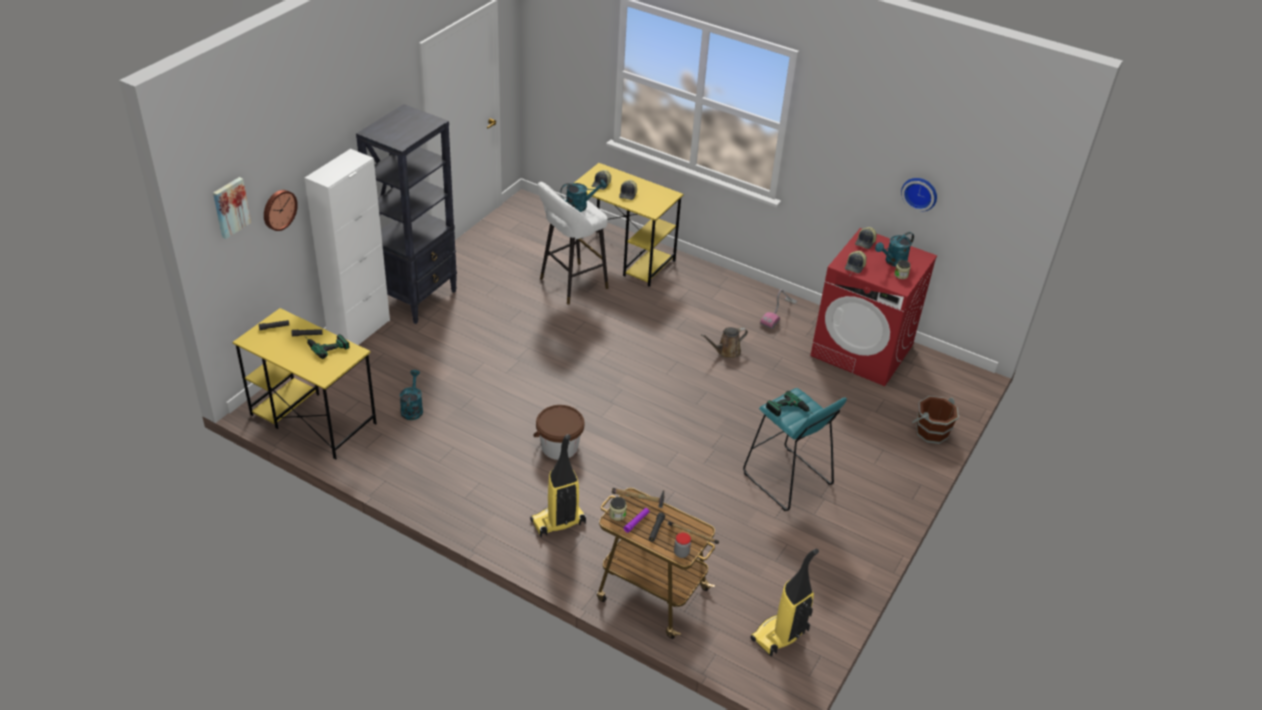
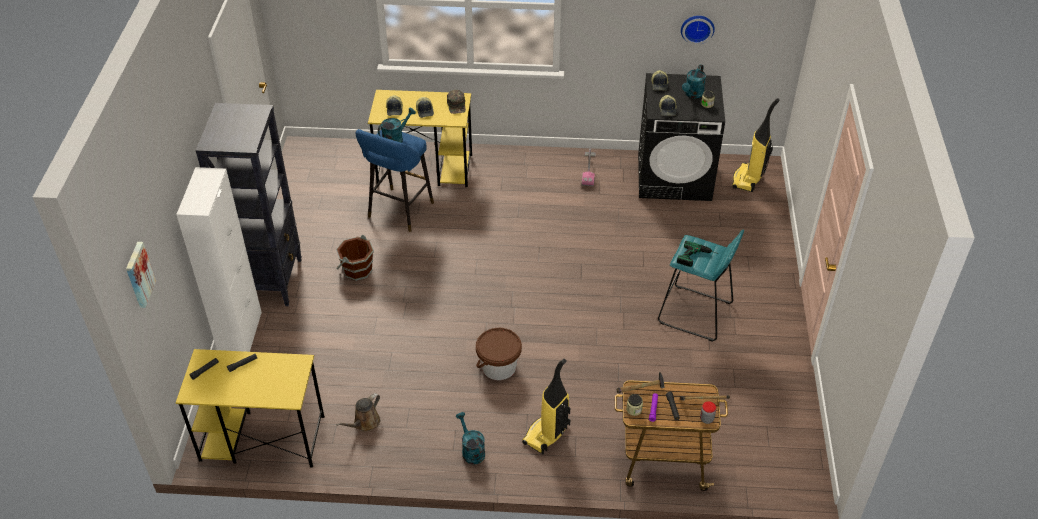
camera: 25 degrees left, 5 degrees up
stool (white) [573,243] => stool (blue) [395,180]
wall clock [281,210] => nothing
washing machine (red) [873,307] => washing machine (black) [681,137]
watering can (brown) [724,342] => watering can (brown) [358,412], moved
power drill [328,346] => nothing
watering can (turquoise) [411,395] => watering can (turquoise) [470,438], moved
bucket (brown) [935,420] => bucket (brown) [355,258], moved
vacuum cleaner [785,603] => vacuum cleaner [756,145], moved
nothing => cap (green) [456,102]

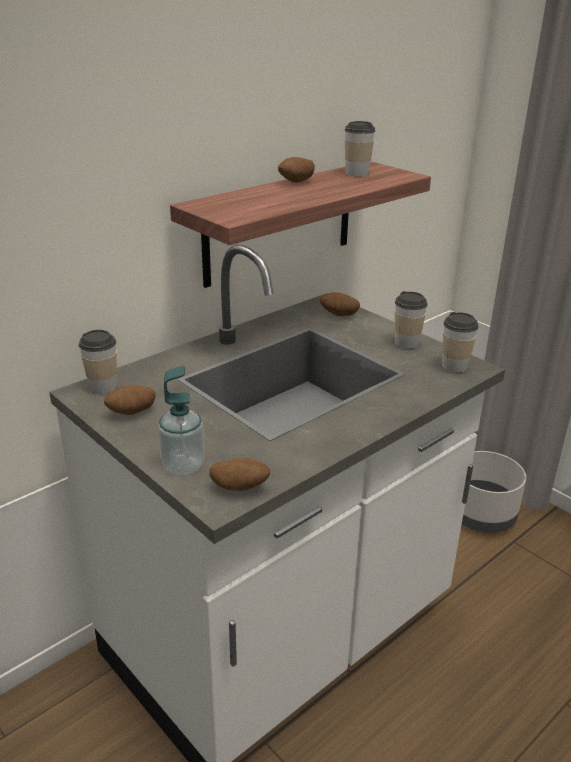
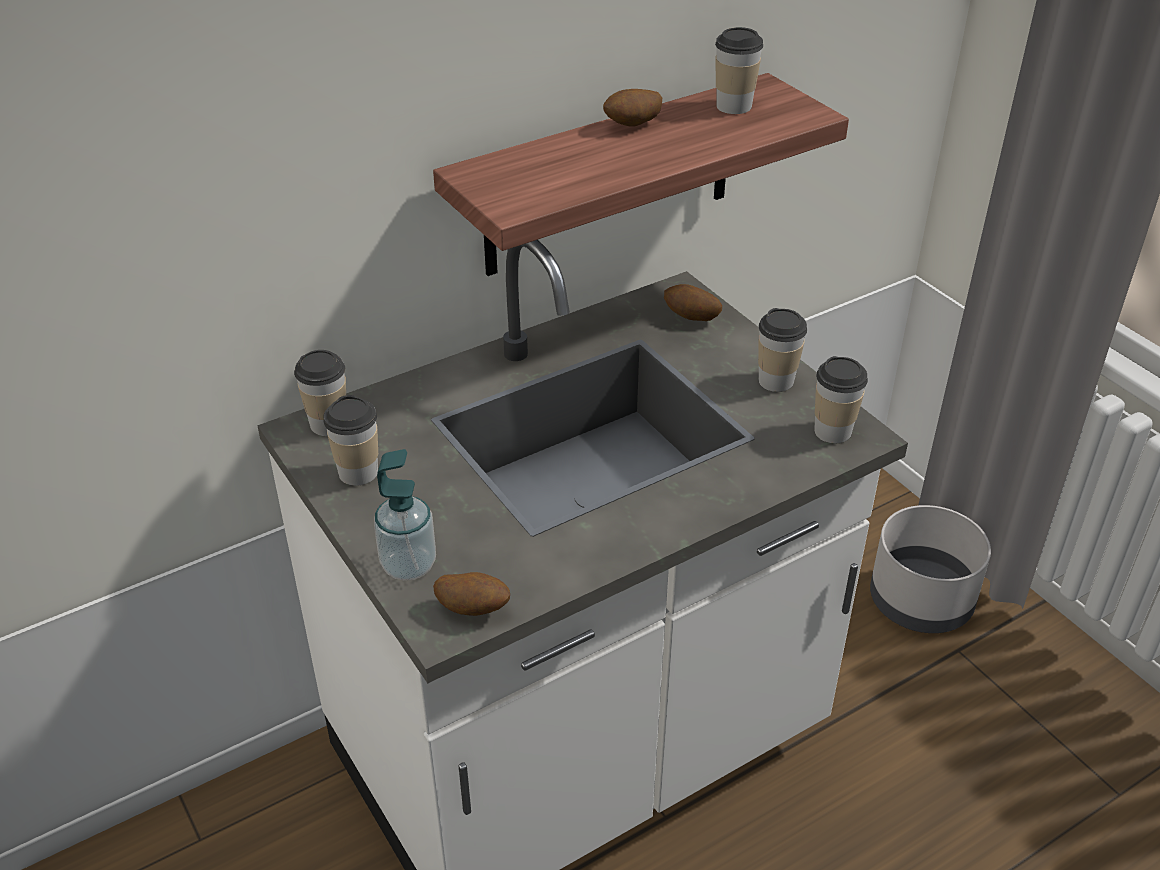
camera: 10 degrees right, 10 degrees up
potato [130,400] => cup [350,440]

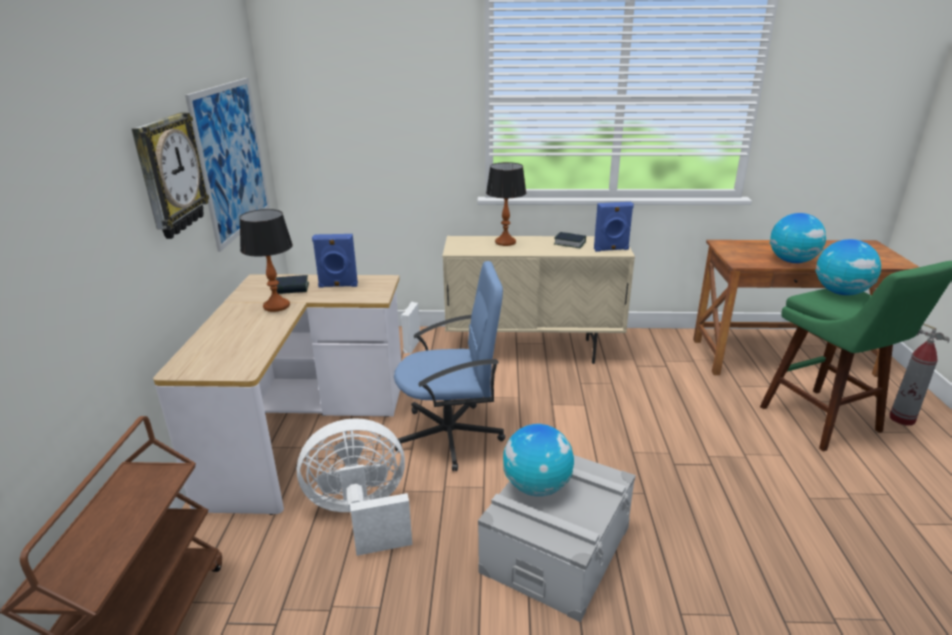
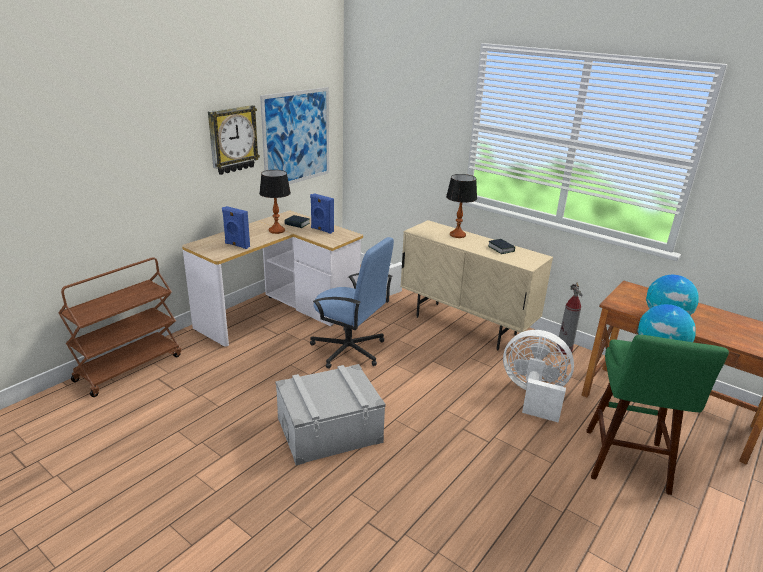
camera: 35 degrees right, 0 degrees up
speaker (blue) [614,227] => speaker (blue) [236,227], moved
fire extinguisher [920,374] => fire extinguisher [569,318], moved
fan (white) [354,487] => fan (white) [538,376], moved
globe [538,460] => nothing

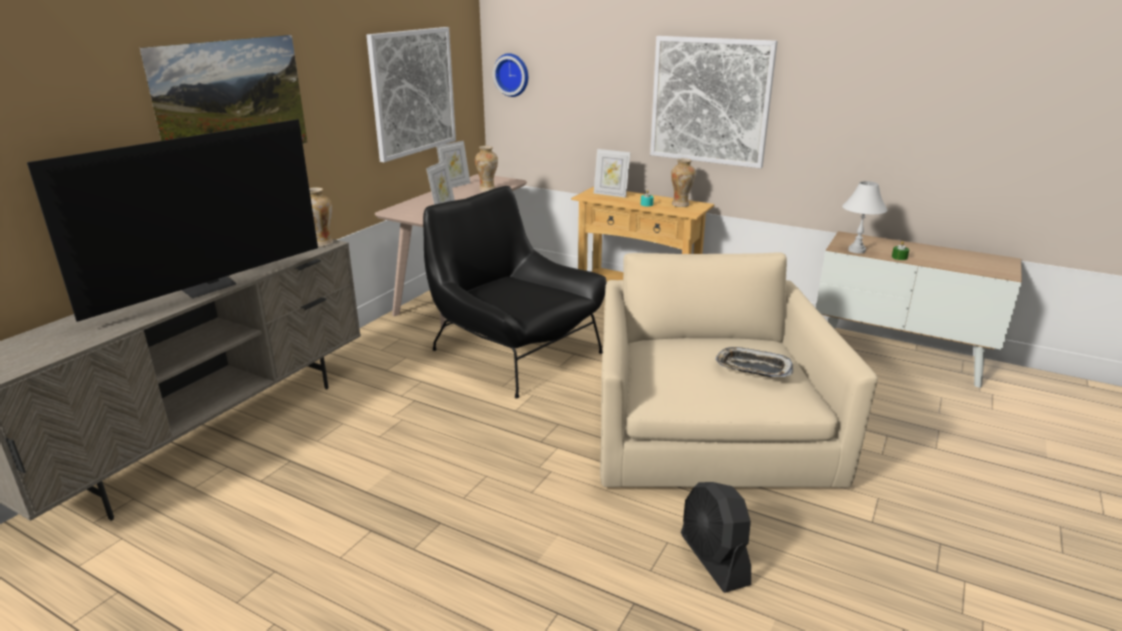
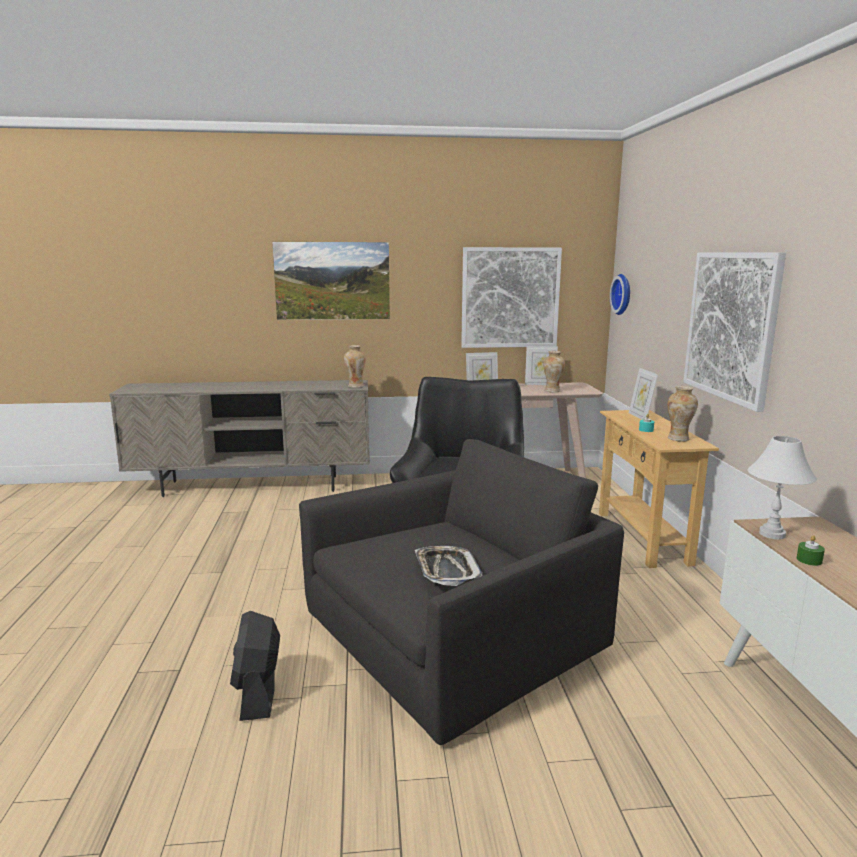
camera: 55 degrees right, 10 degrees down
television [172,220] => nothing
armchair (beige) [739,370] => armchair (black) [461,592]
fan (black) [716,537] => fan (black) [255,666], 45 degrees counterclockwise

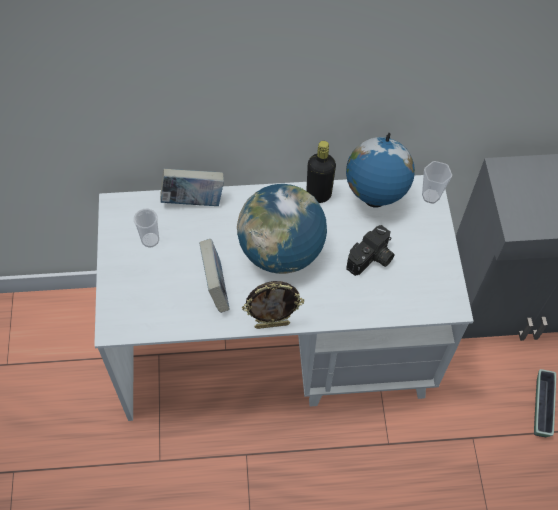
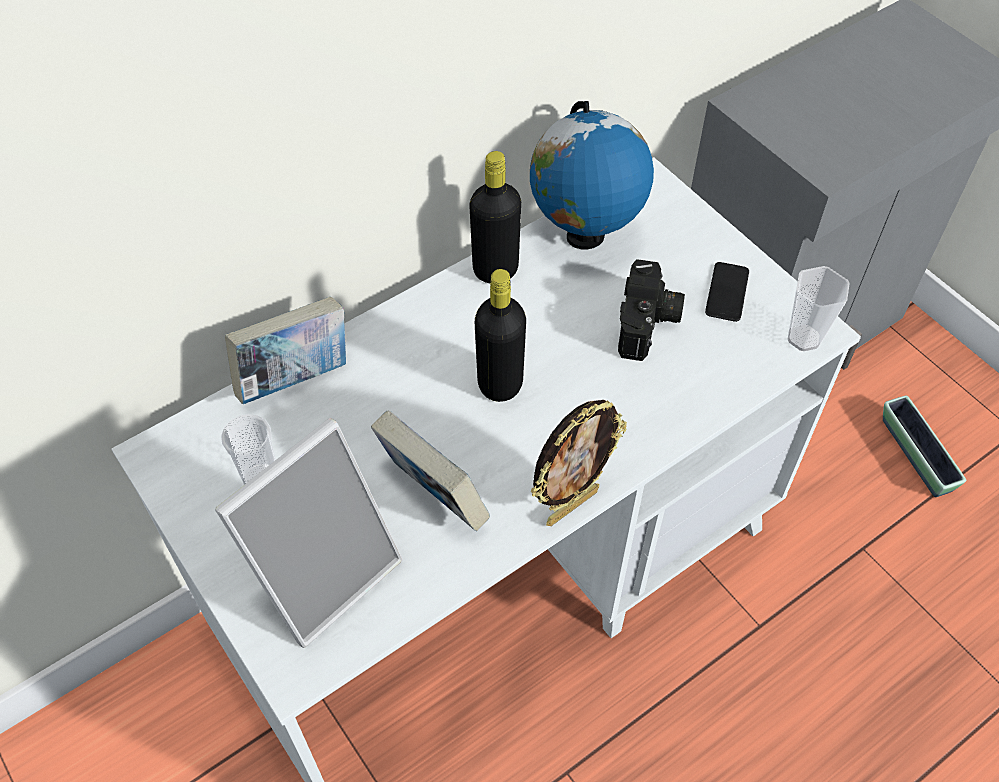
camera: 30 degrees left, 5 degrees down
cup [437,182] => cup [818,308], moved
globe [282,229] => bottle (black) [500,335]
nothing => phone [727,292]
nothing => picture frame [309,533]

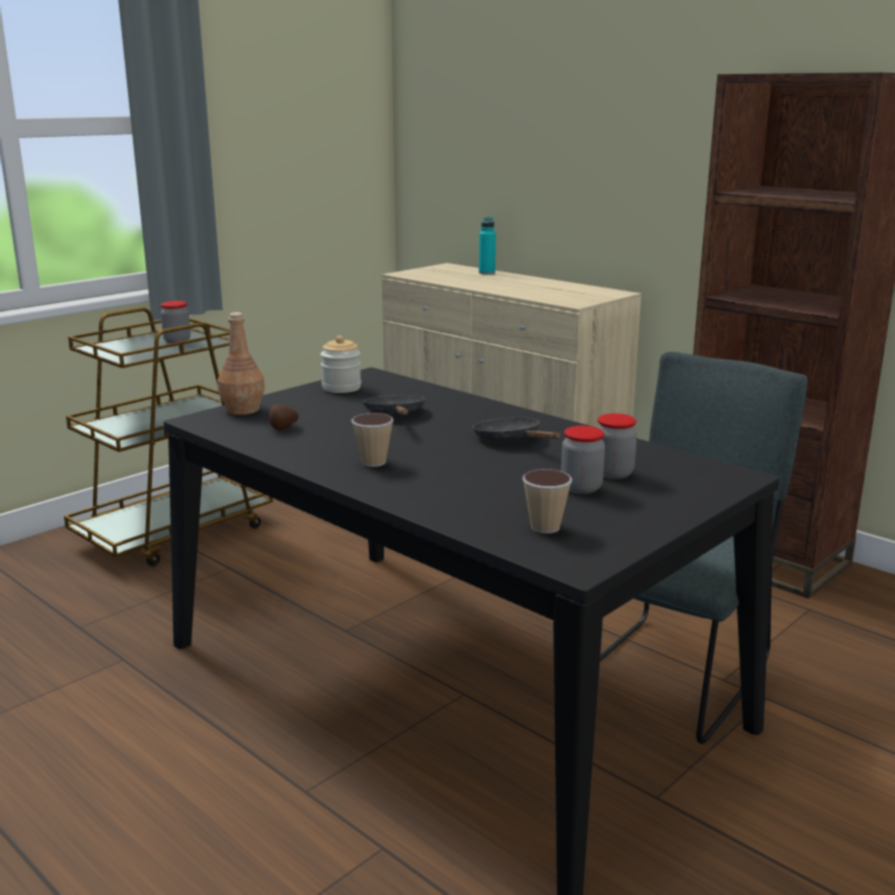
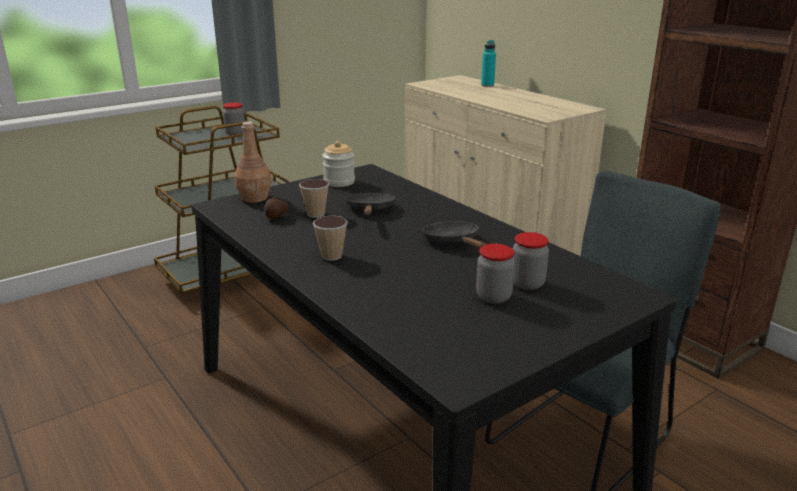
camera: 10 degrees right, 5 degrees up
cup [547,501] => cup [314,198], moved

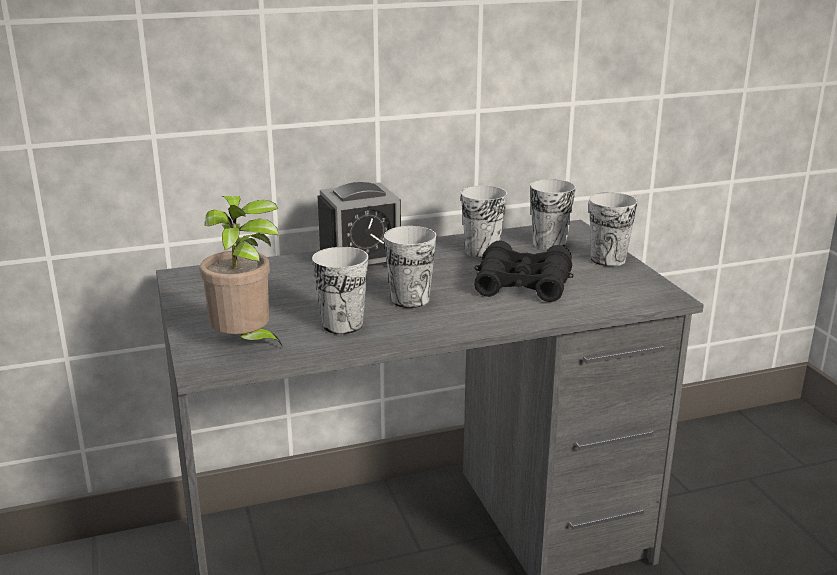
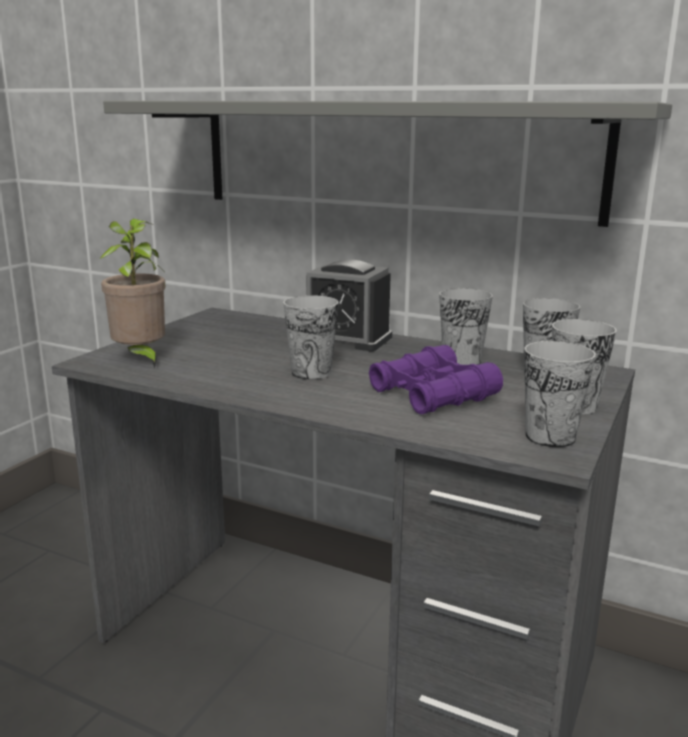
camera: 45 degrees right, 5 degrees down
binoculars (black) [523,271] => binoculars (purple) [436,379]
cup [340,291] => cup [560,394], moved
nothing => shelf (grey) [387,164]

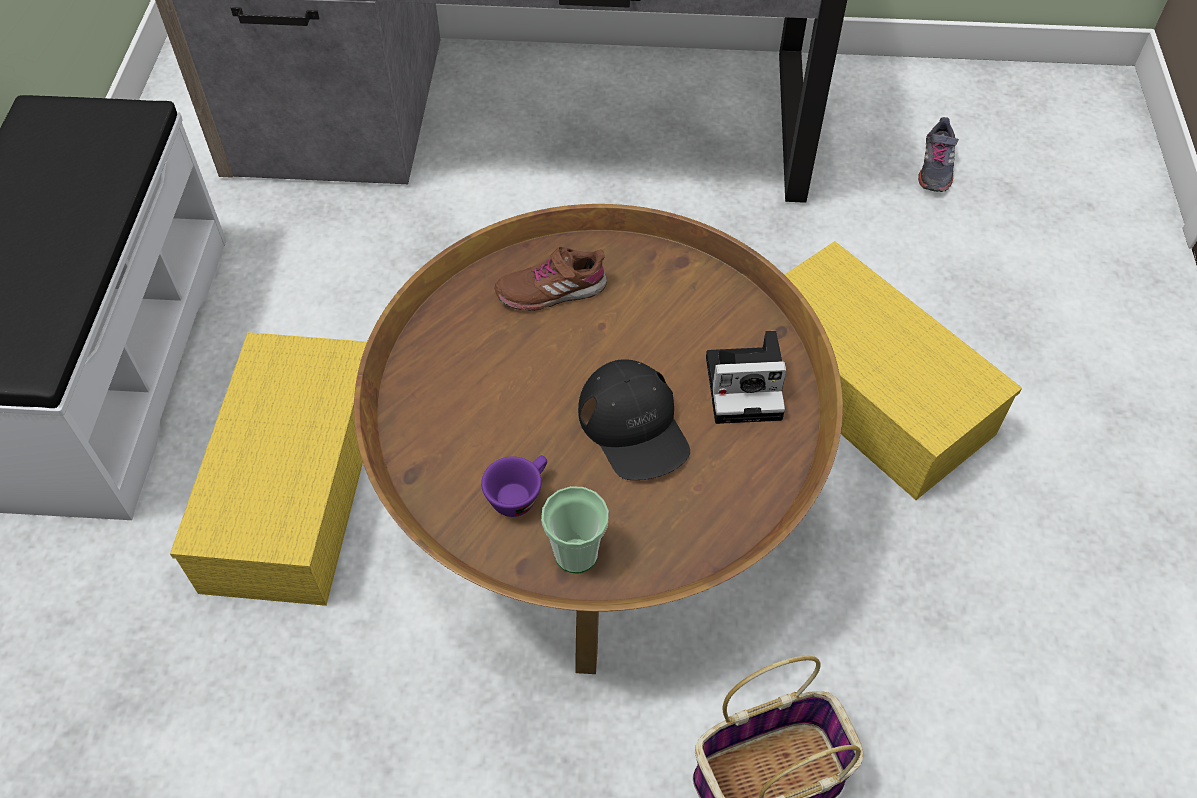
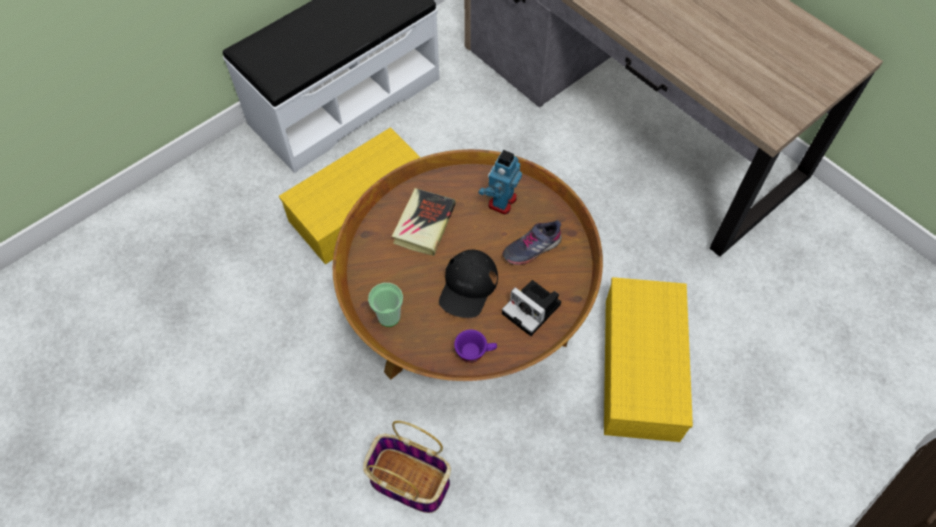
camera: 45 degrees right, 5 degrees up
shoe (grey) [938,154] => shoe (grey) [532,242], moved
shoe (brown) [551,279] => toy robot [500,182]
cup (purple) [514,486] => cup (purple) [475,345], moved
nothing => book [424,222]

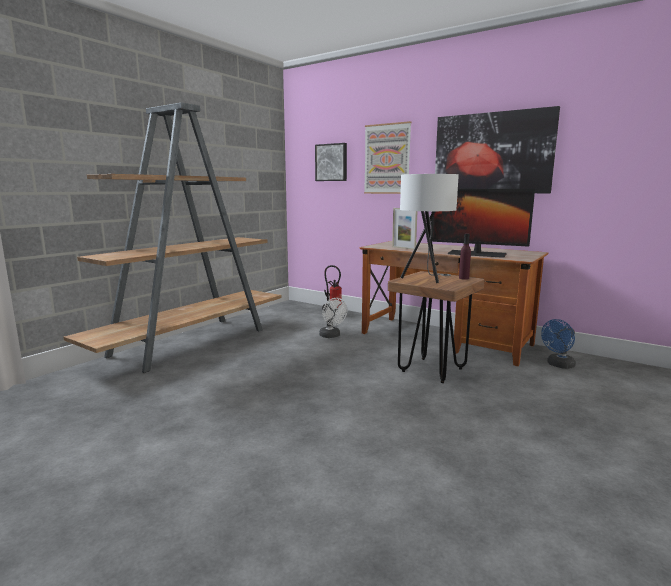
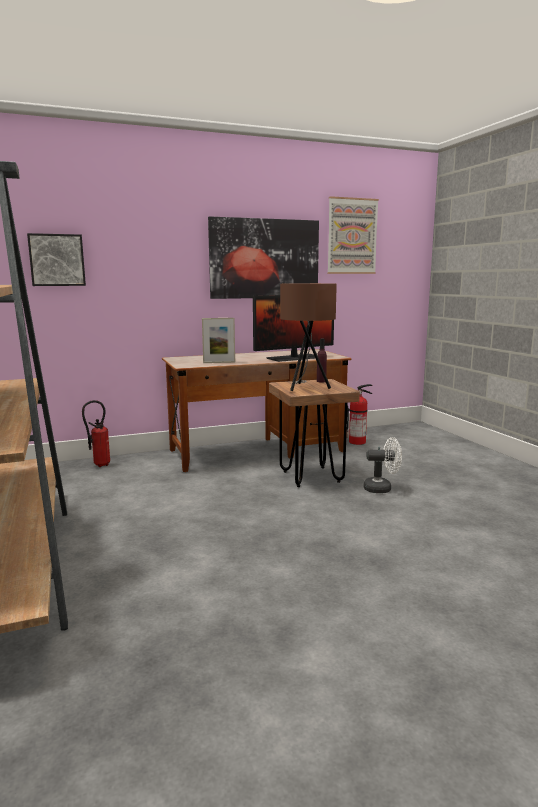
camera: 55 degrees left, 0 degrees up
picture [387,157] => picture [353,235], moved
table lamp (white) [429,228] => table lamp (brown) [308,337]
fan (white) [333,318] => fan (white) [382,465], moved
fan (blue) [558,344] => fire extinguisher [359,414]

